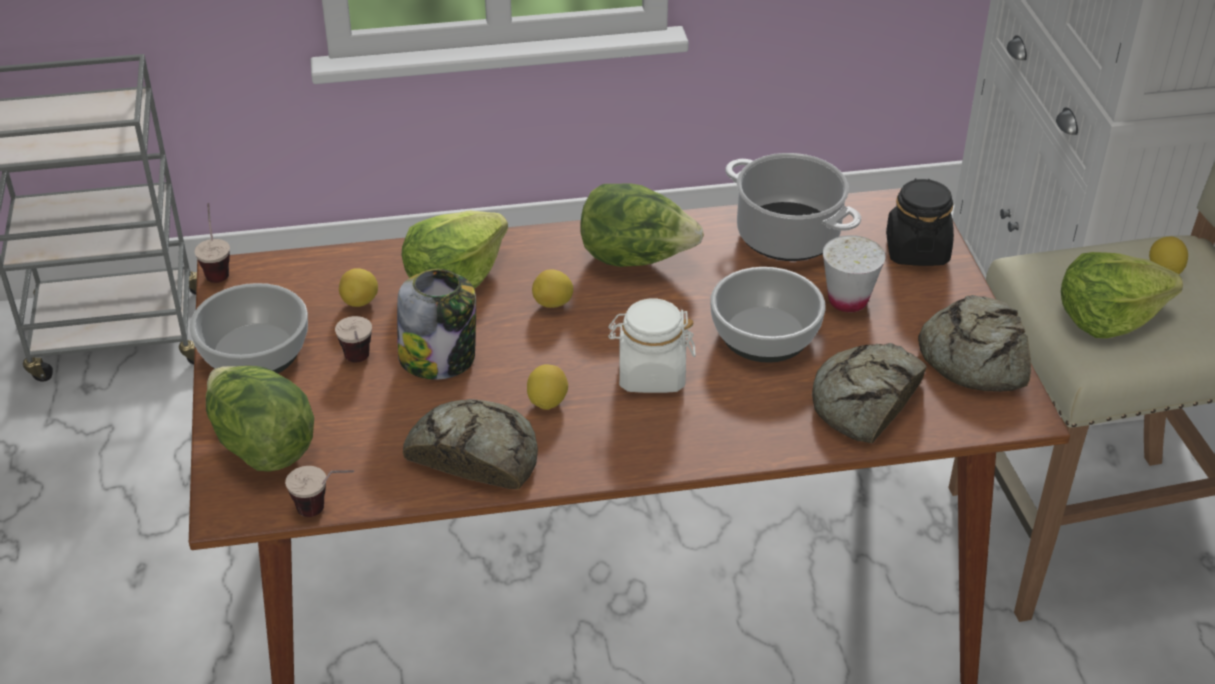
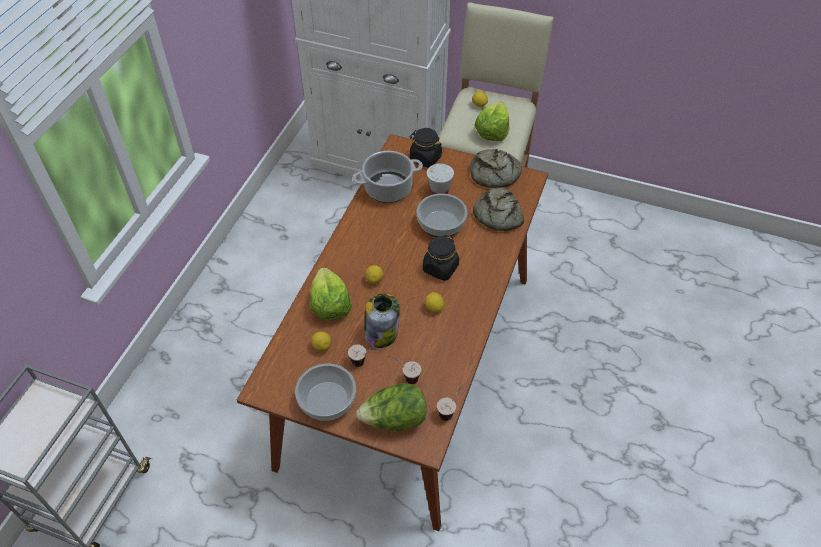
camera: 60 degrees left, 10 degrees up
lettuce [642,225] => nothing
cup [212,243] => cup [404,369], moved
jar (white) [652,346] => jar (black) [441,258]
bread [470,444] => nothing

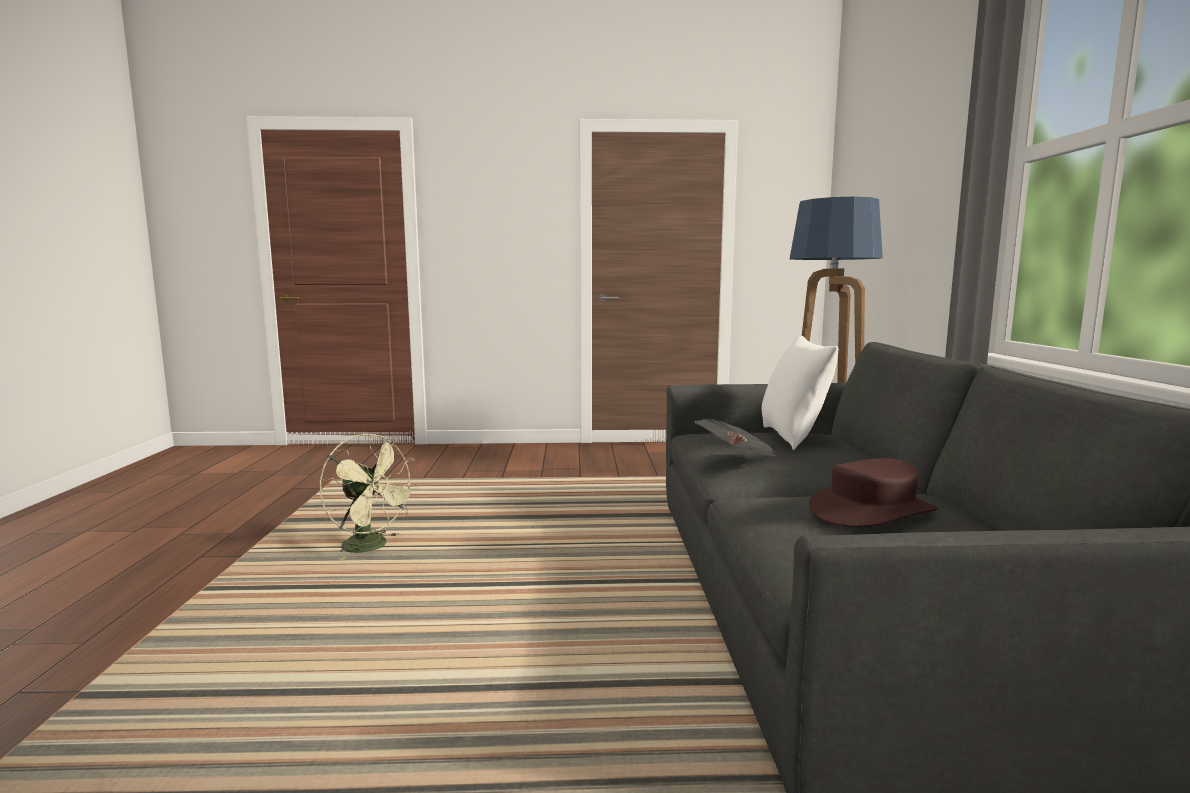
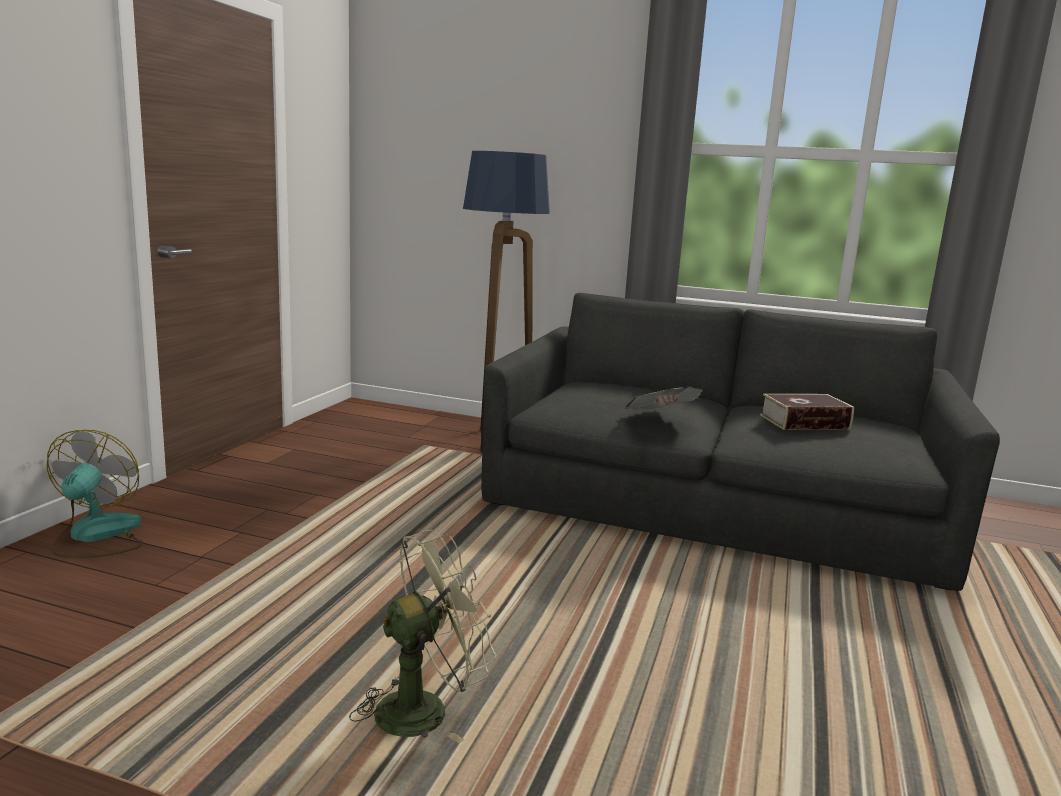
camera: 70 degrees left, 5 degrees up
pillow (white) [800,393] => nothing
hat (brown) [873,492] => book [807,412]
nothing => fan [95,494]

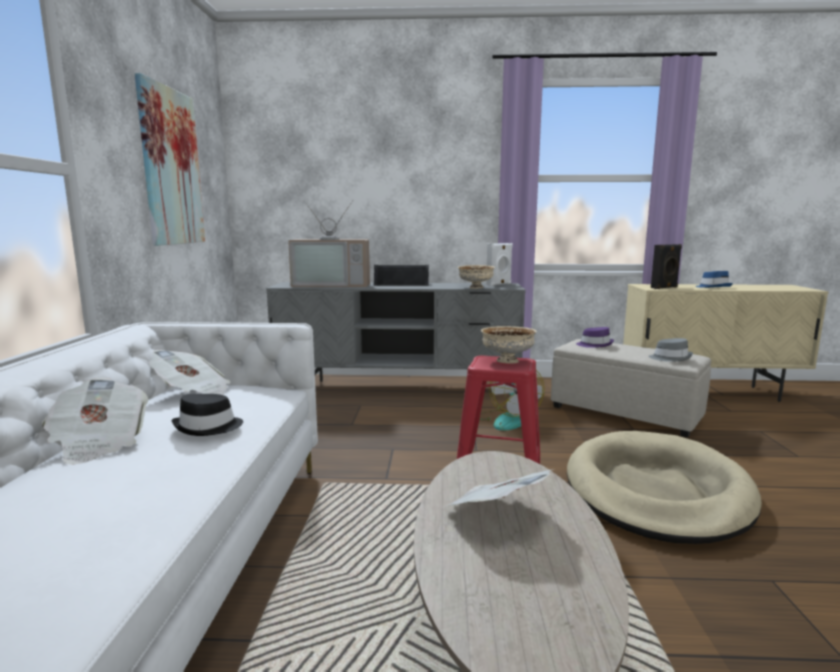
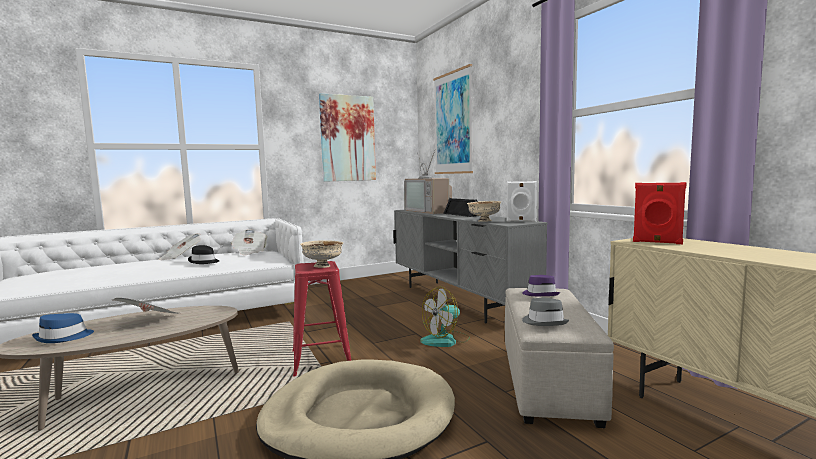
camera: 60 degrees right, 5 degrees down
speaker (black) [666,266] => speaker (red) [660,213]
hat (blue) [714,279] => hat (blue) [63,328], moved
nothing => picture [453,119]

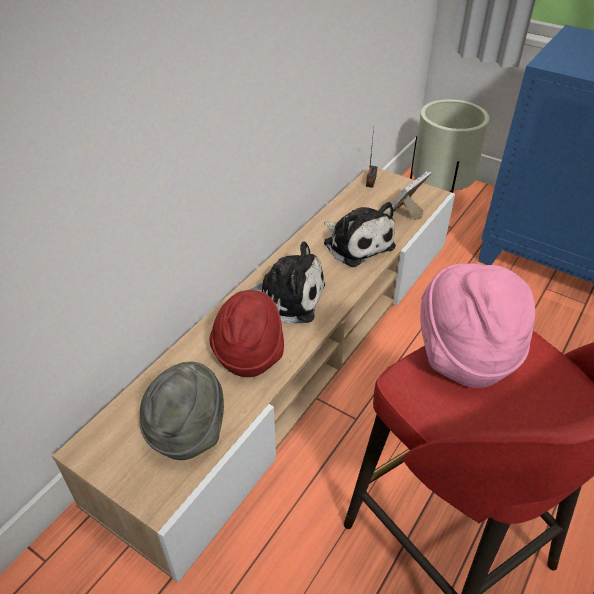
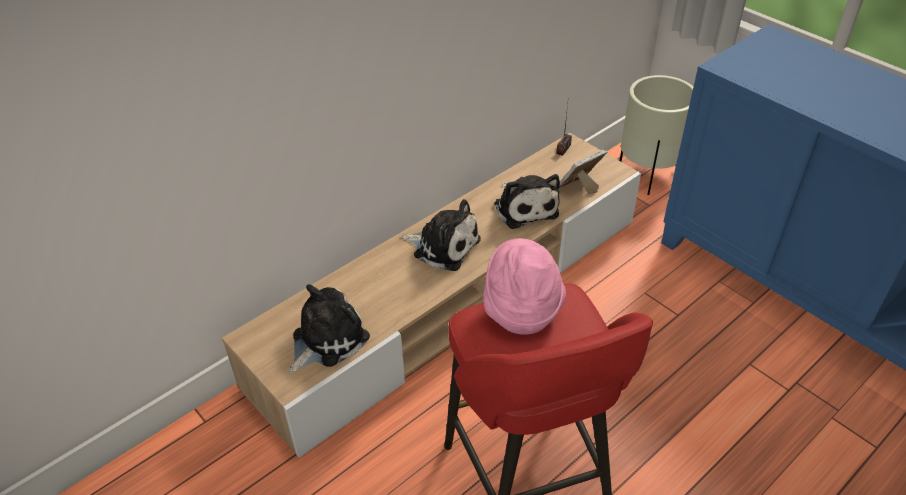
camera: 15 degrees right, 0 degrees up
hat (red) [246,333] => nothing
hat (grey) [182,411] => plush toy [329,328]

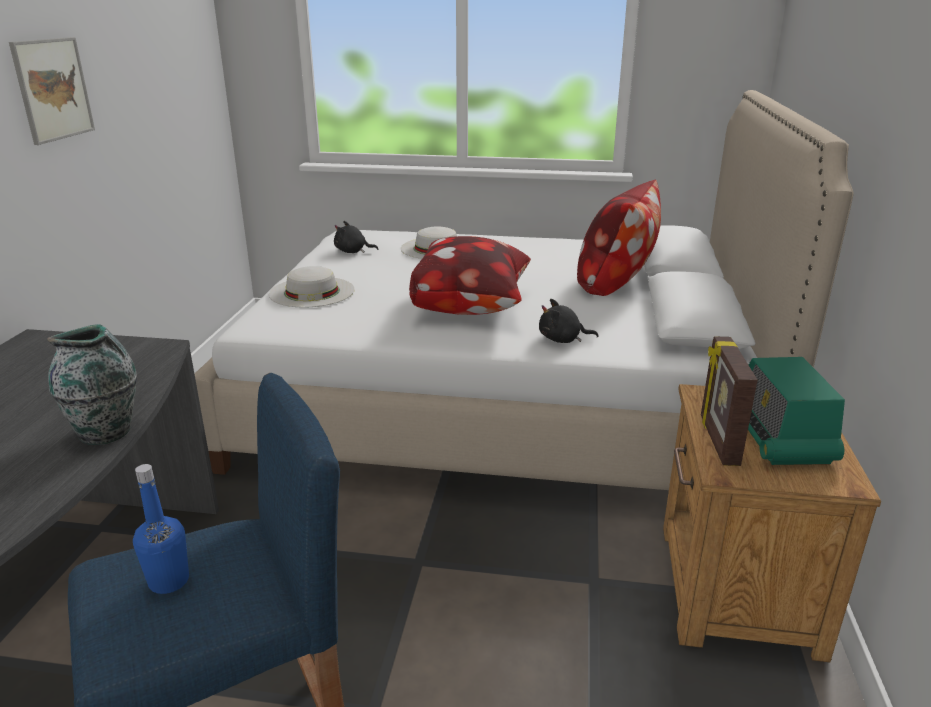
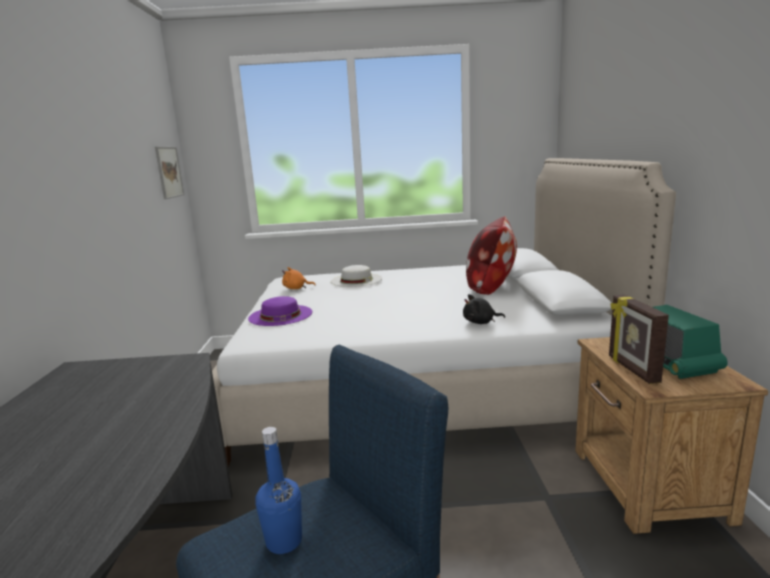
camera: 10 degrees left, 10 degrees down
picture [52,91] => picture [169,173], moved
plush toy (black) [356,237] => plush toy (orange) [299,278]
pillow [470,275] => nothing
hat (white) [312,287] => hat (purple) [280,311]
vase [92,384] => nothing

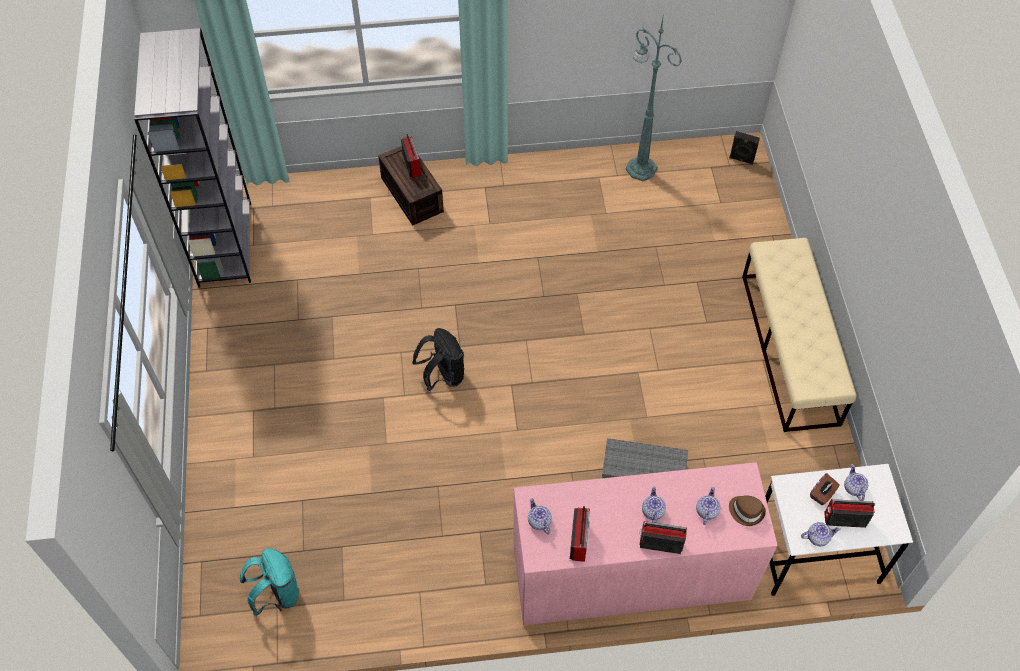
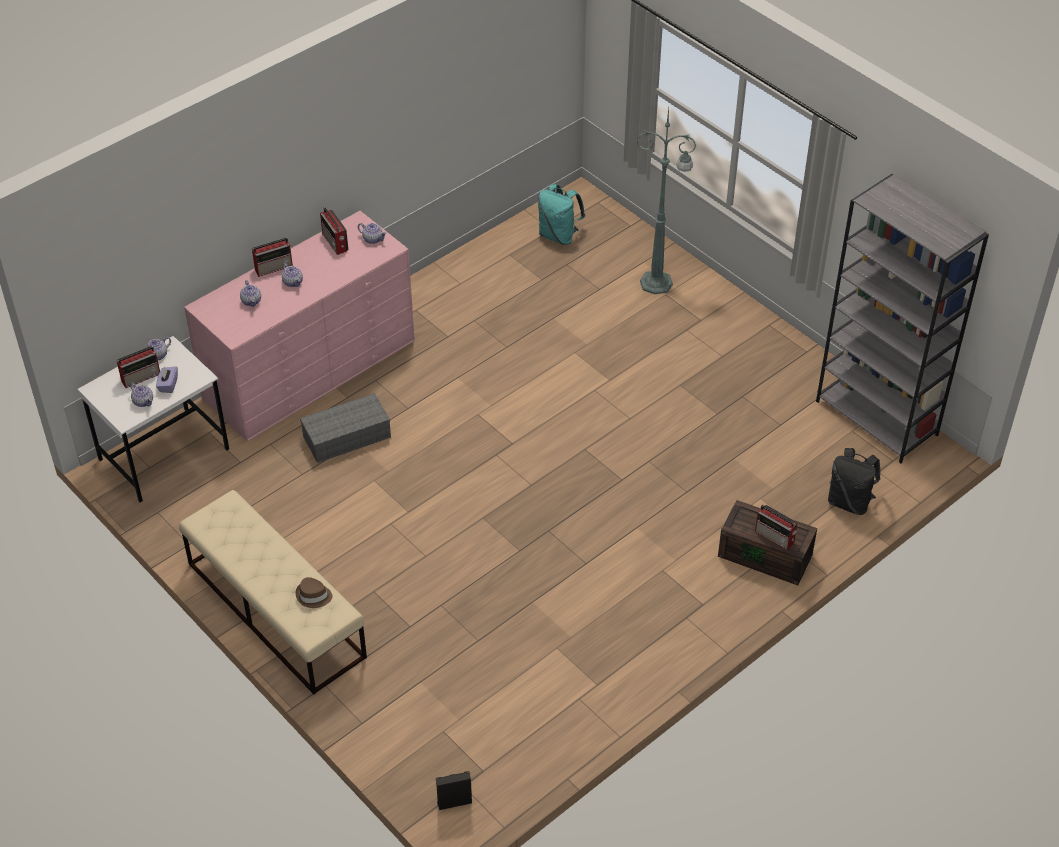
camera: 145 degrees right, 10 degrees down
floor lamp (green) [654,97] => floor lamp (green) [666,201], moved
backpack (black) [438,359] => backpack (black) [854,481], moved
tissue box (brown) [824,489] => tissue box (purple) [167,379]
hat (brown) [747,510] => hat (brown) [314,592], moved

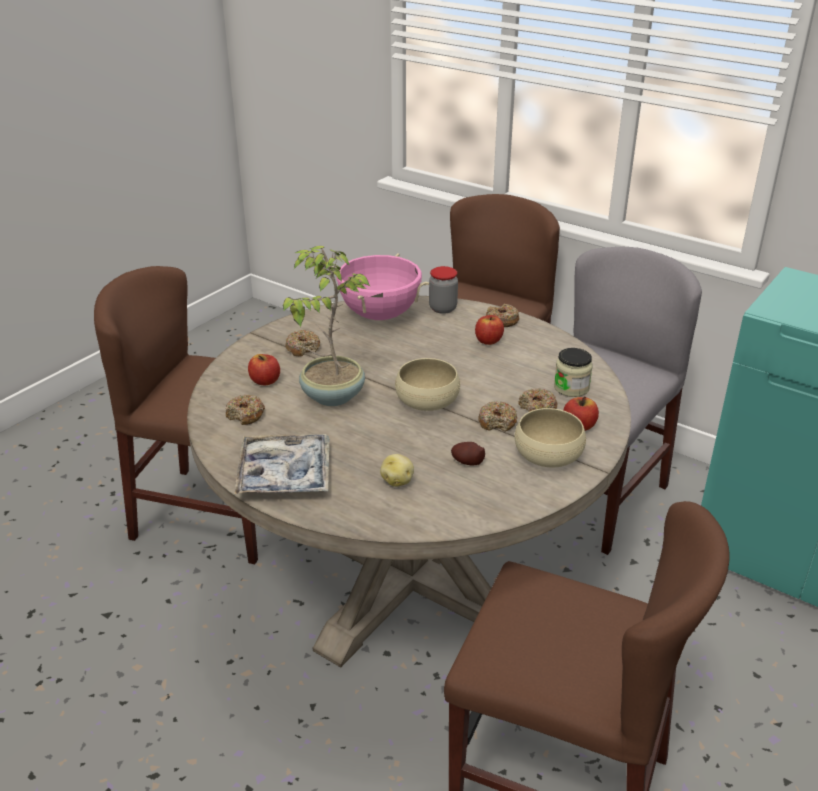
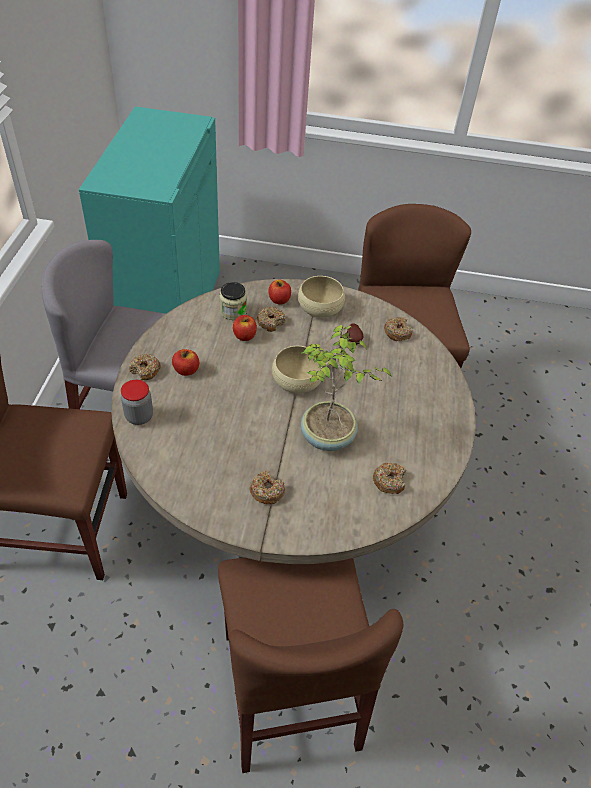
camera: 120 degrees left, 15 degrees up
cooking pot (pink) [380,286] => nothing
apple [264,369] => apple [245,328], moved
donut [497,416] => donut [398,329], moved
tray [281,464] => nothing
potato [397,470] => nothing

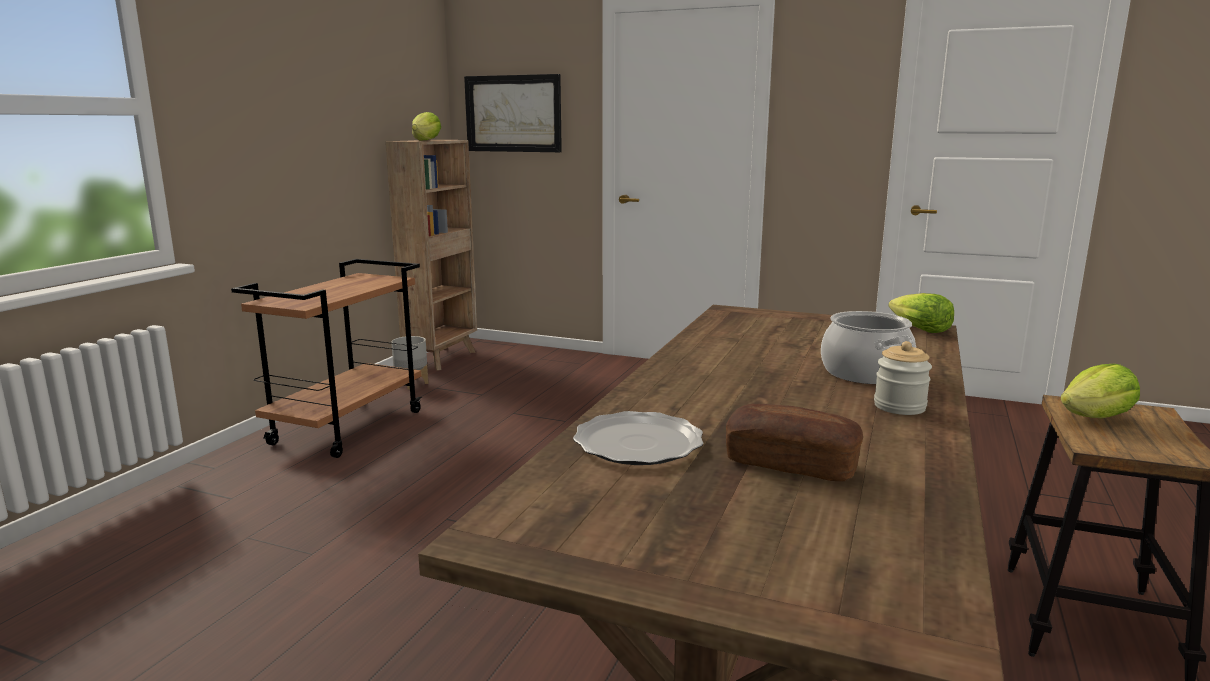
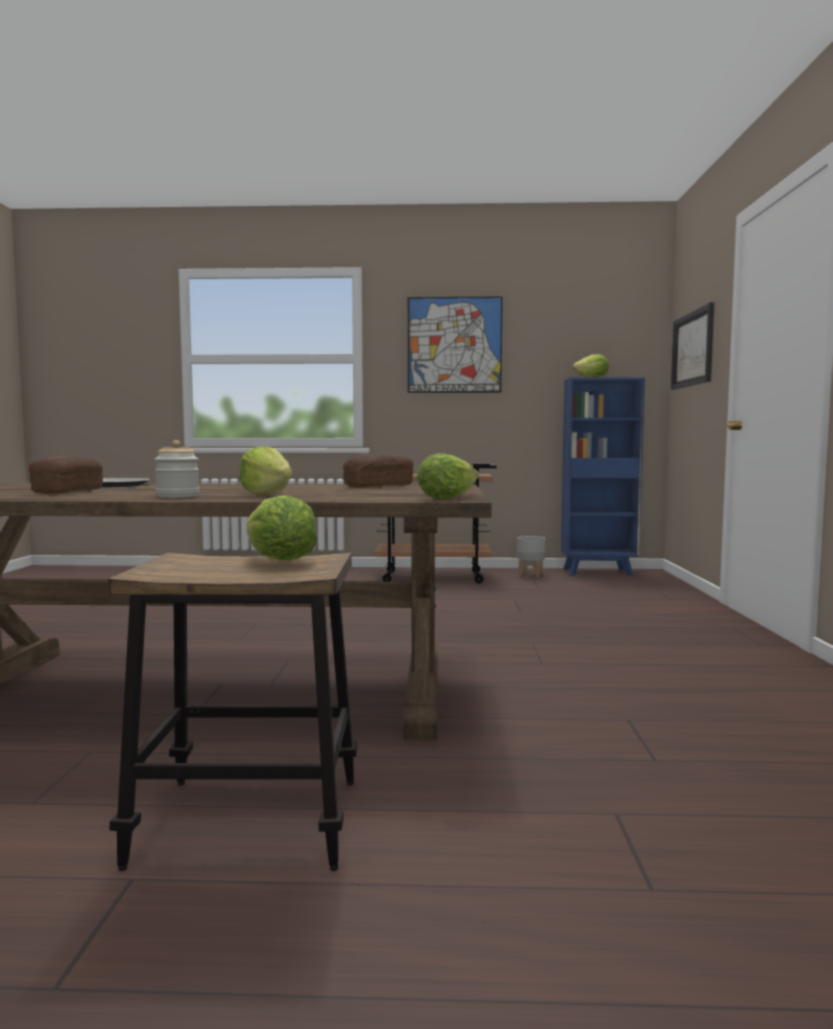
camera: 70 degrees right, 10 degrees down
bookcase (brown) [431,255] => bookcase (blue) [603,476]
cooking pot [868,347] => lettuce [265,470]
nothing => picture [455,344]
nothing => bread [378,471]

